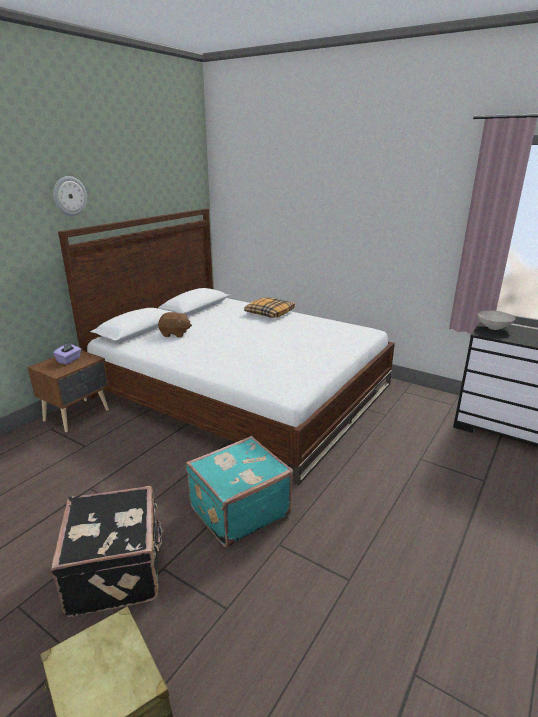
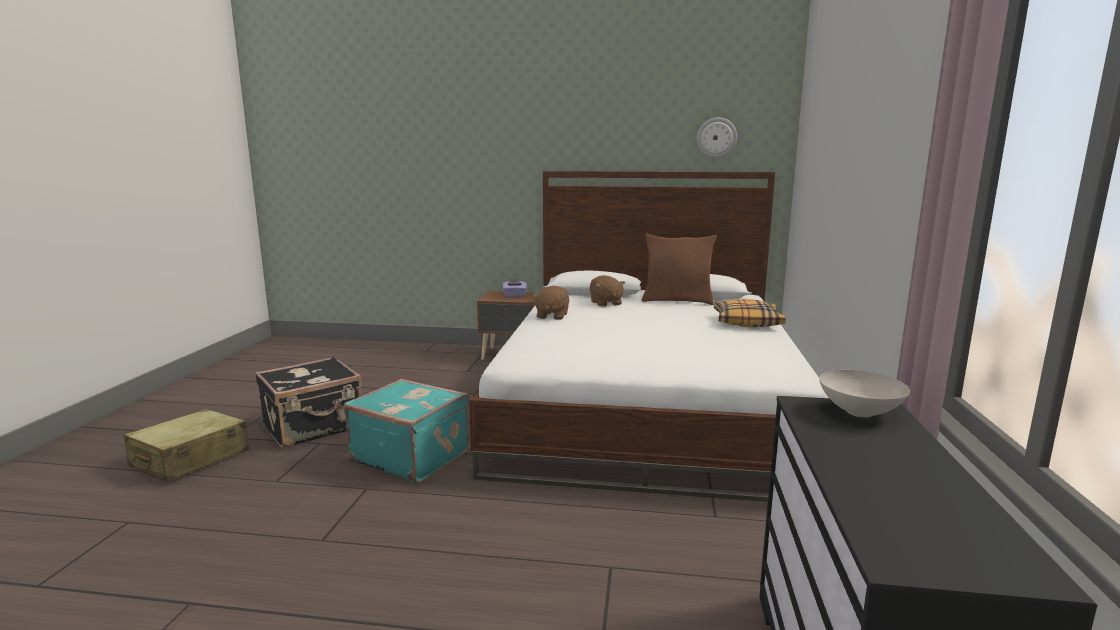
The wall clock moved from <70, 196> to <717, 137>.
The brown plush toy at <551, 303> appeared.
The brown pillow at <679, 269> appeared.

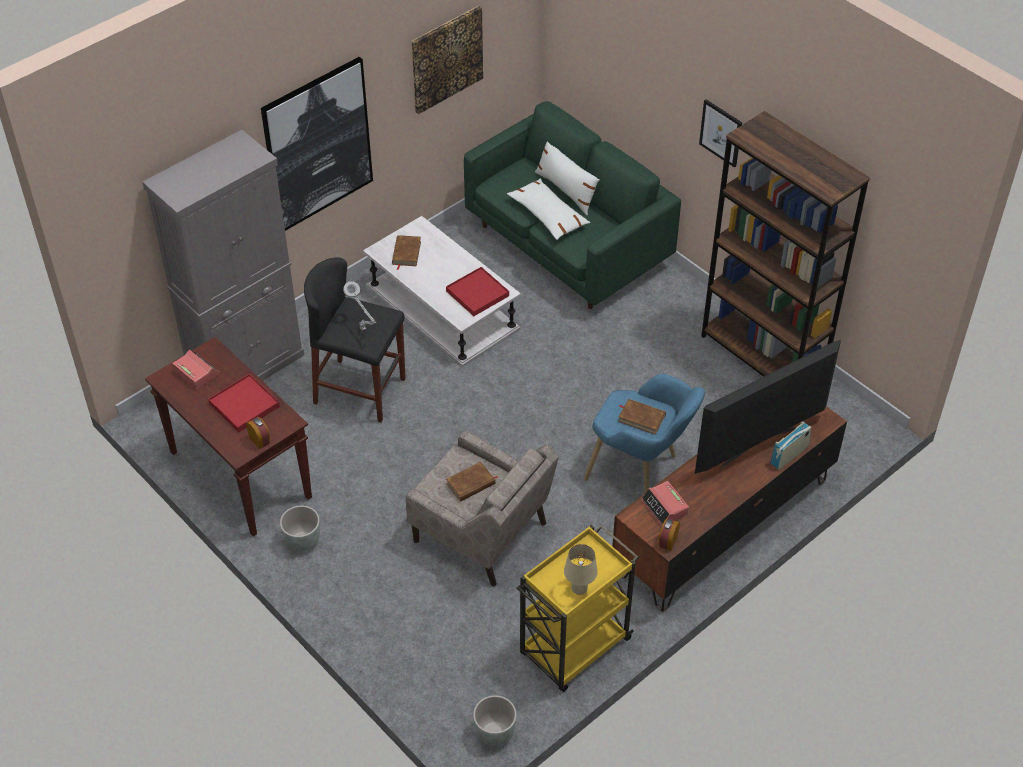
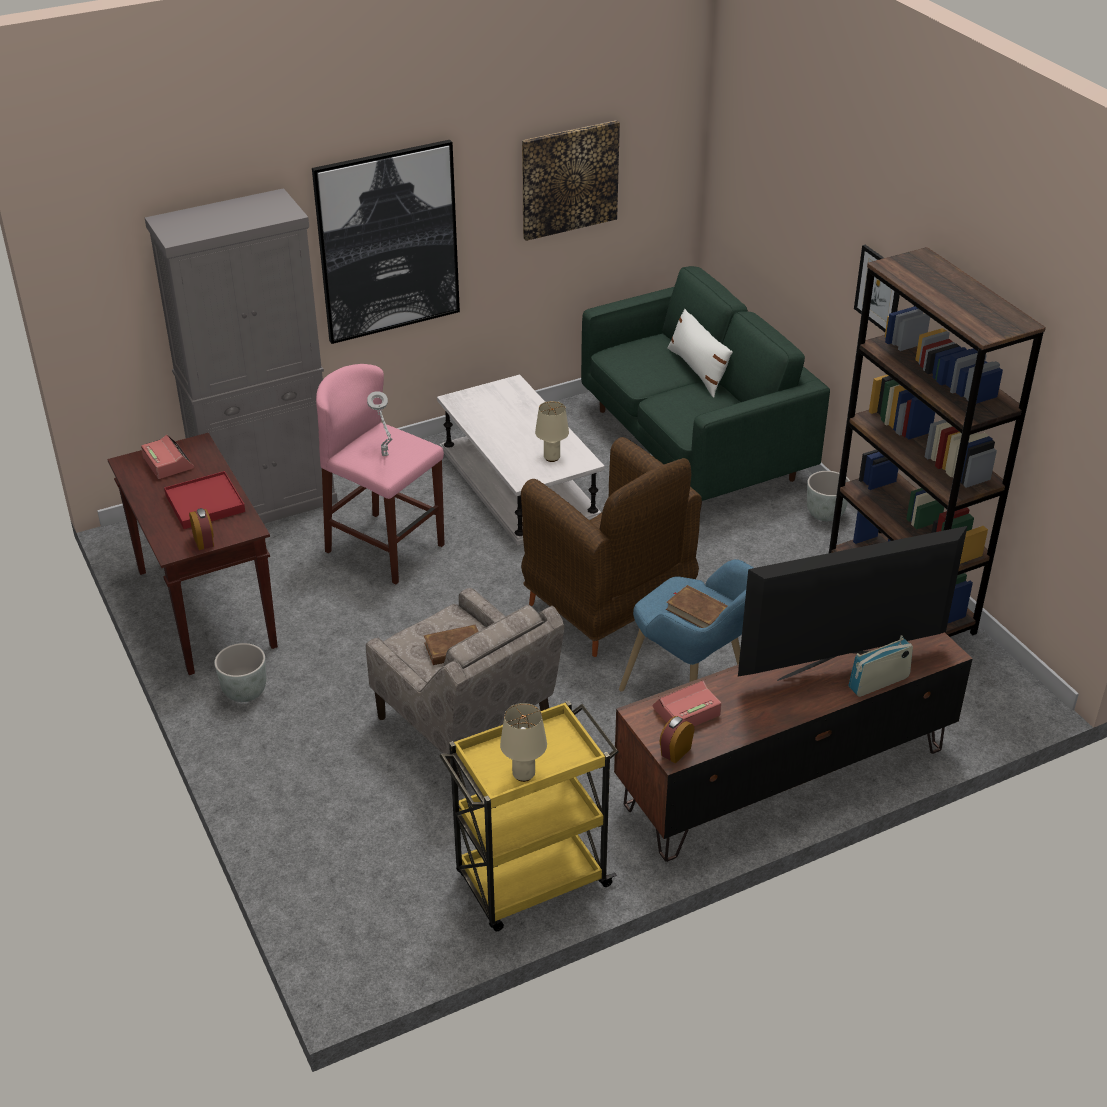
The black stool at <355, 340> became the pink stool at <380, 474>.
The brown book at <406, 252> disappeared.
The red tray at <477, 291> was replaced by the beige table lamp at <552, 431>.
The grey planter moved from <495, 720> to <828, 496>.
The white pillow at <549, 209> disappeared.
The alarm clock at <665, 503> turned 75 degrees clockwise.
The brown armchair at <611, 547> appeared.

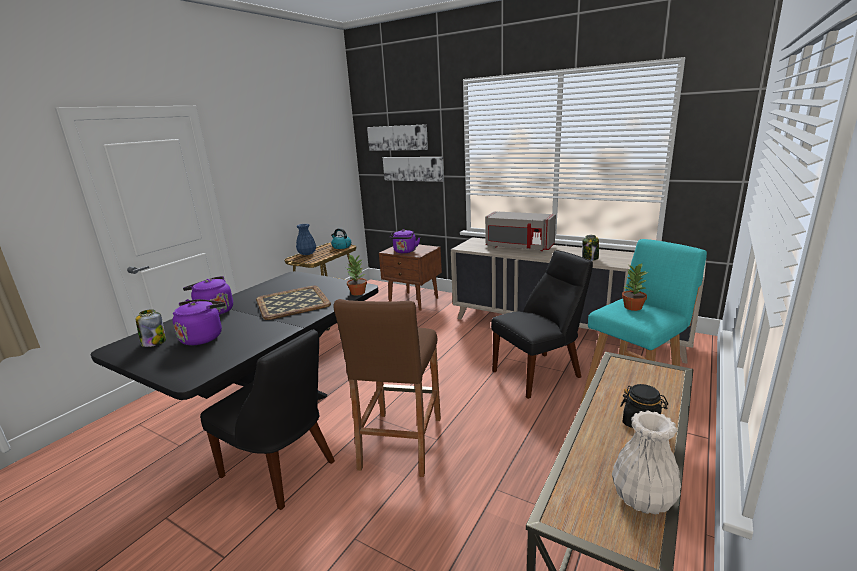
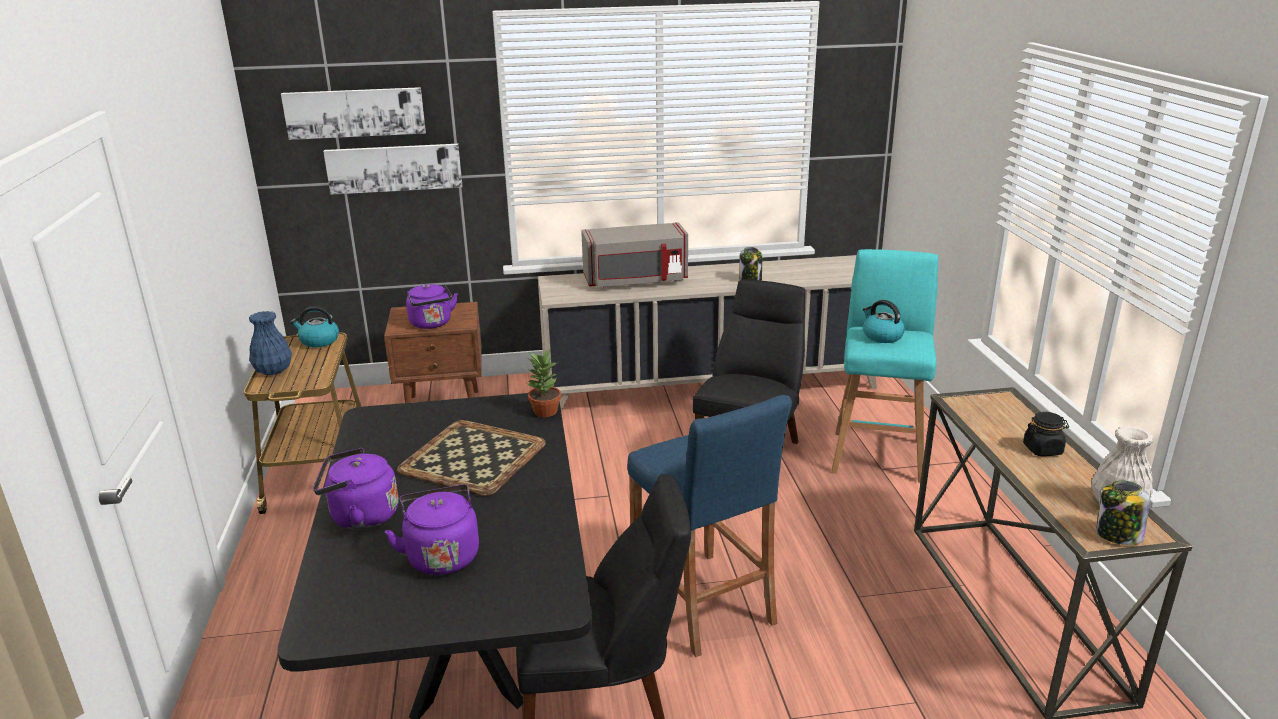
The jar moved from <151, 328> to <1123, 513>.
The brown stool at <387, 388> became the blue stool at <709, 526>.
The potted plant at <635, 287> was replaced by the kettle at <884, 321>.

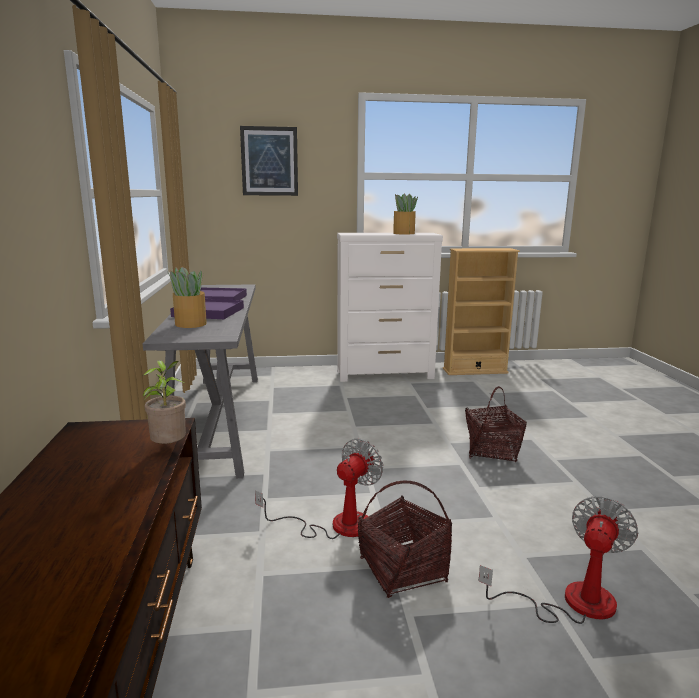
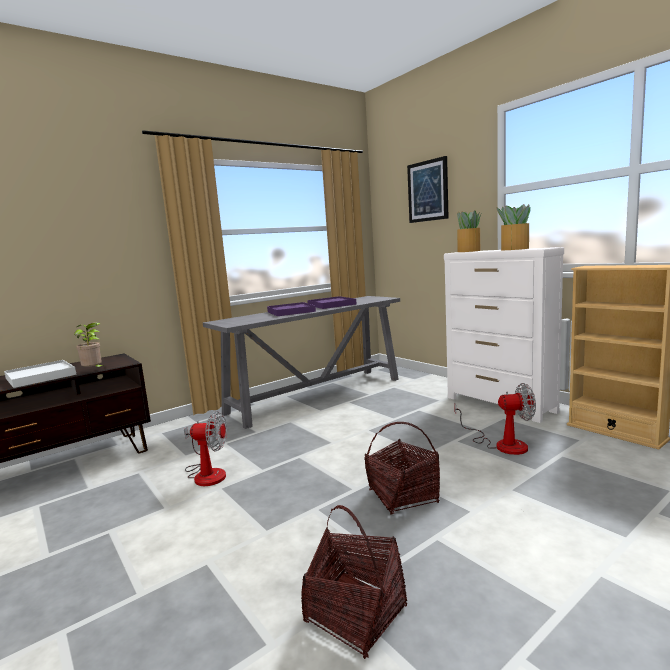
The potted plant moved from <187, 297> to <469, 231>.
The basket moved from <405, 539> to <354, 582>.
The fan moved from <558, 560> to <495, 419>.
The white tray at <40, 374> appeared.

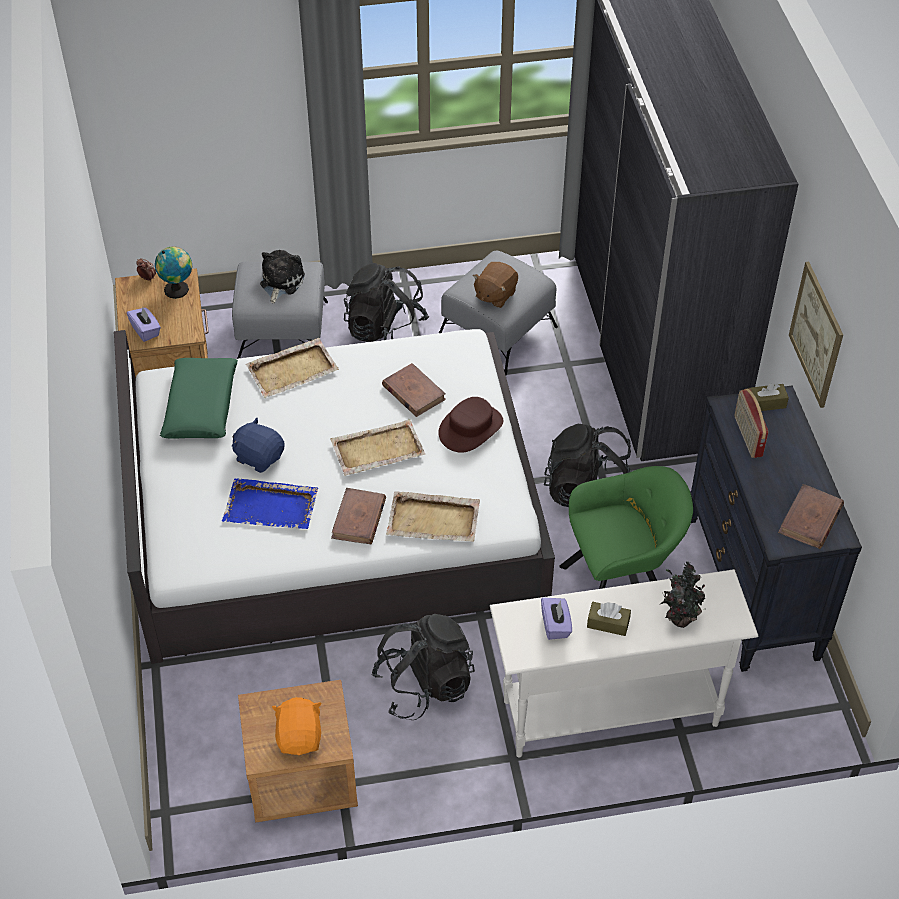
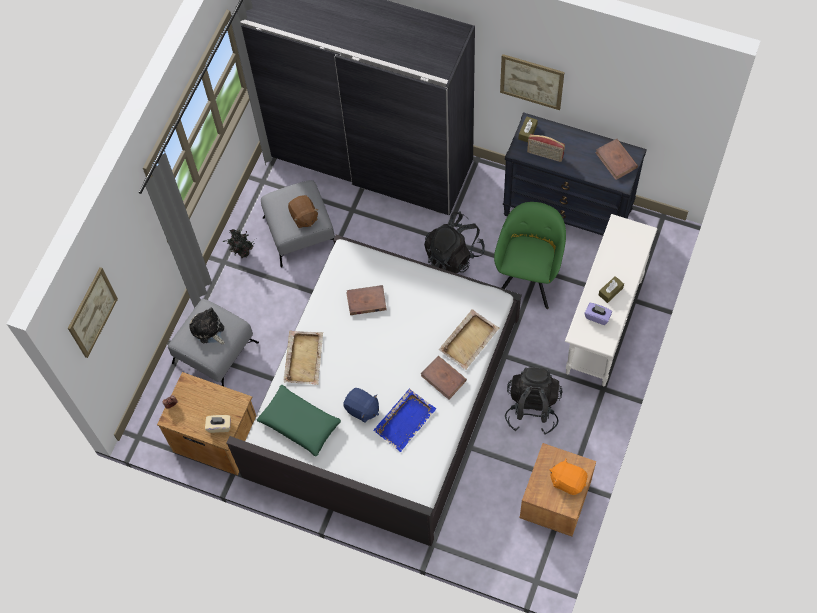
The purple tissue box at <144, 324> became the beige tissue box at <218, 424>.
The globe at <173, 272> disappeared.
The blue plush toy at <258, 445> turned 120 degrees counterclockwise.
The beige tray at <377, 447> disappeared.
The black backpack at <386, 302> disappeared.
The brown hat at <470, 425> disappeared.
The potted plant moved from <682, 594> to <239, 243>.
The picture at <93, 312> appeared.

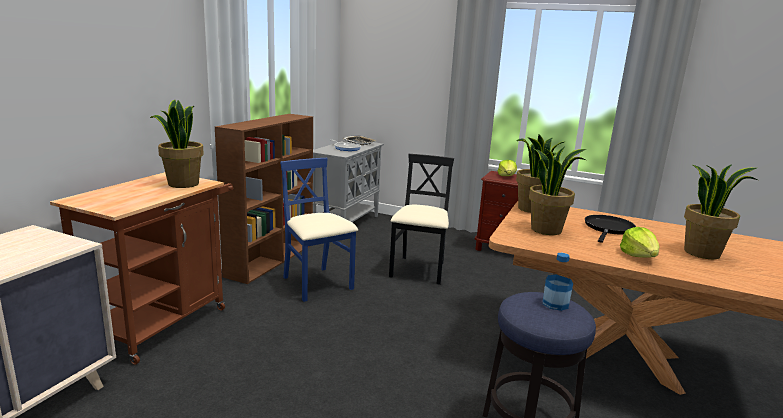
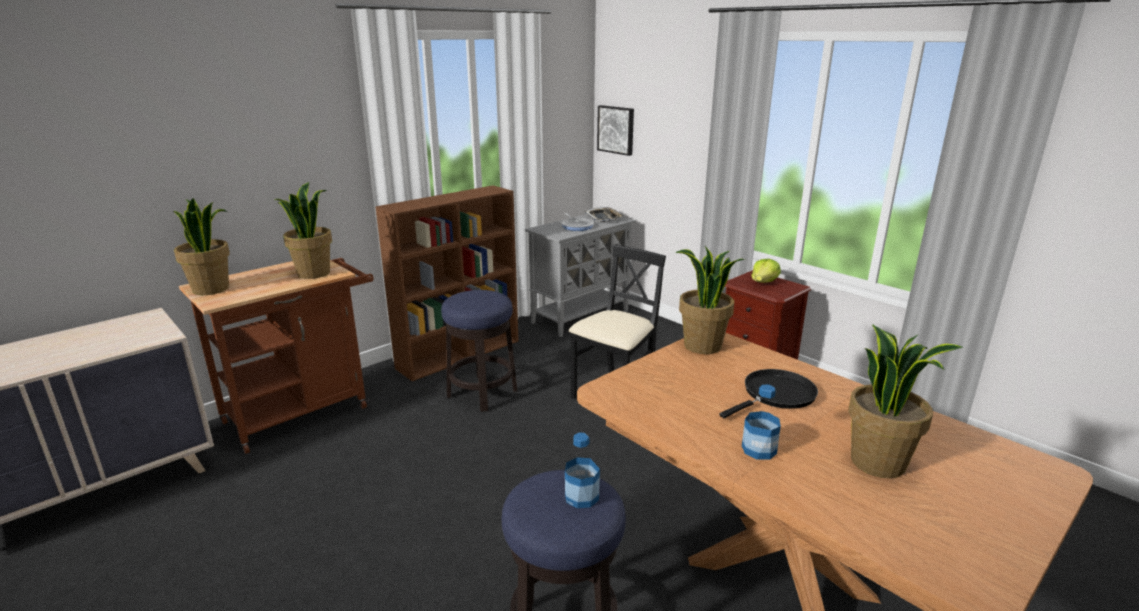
The blue chair at <319, 230> was replaced by the stool at <479, 351>.
The potted plant moved from <557, 191> to <202, 246>.
The lettuce at <639, 242> was replaced by the bottle at <761, 421>.
The picture at <615, 130> appeared.

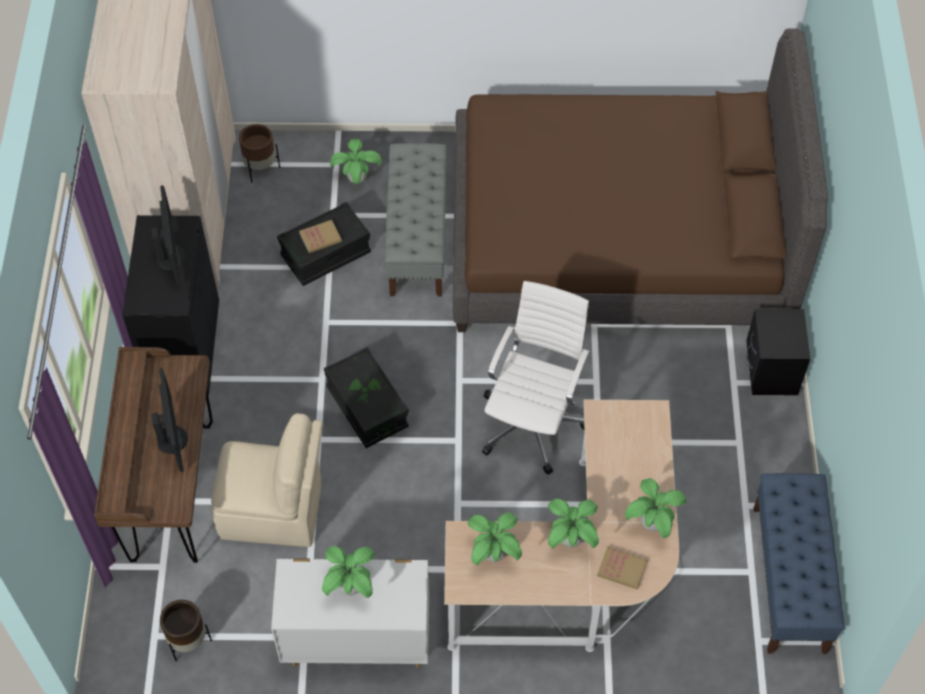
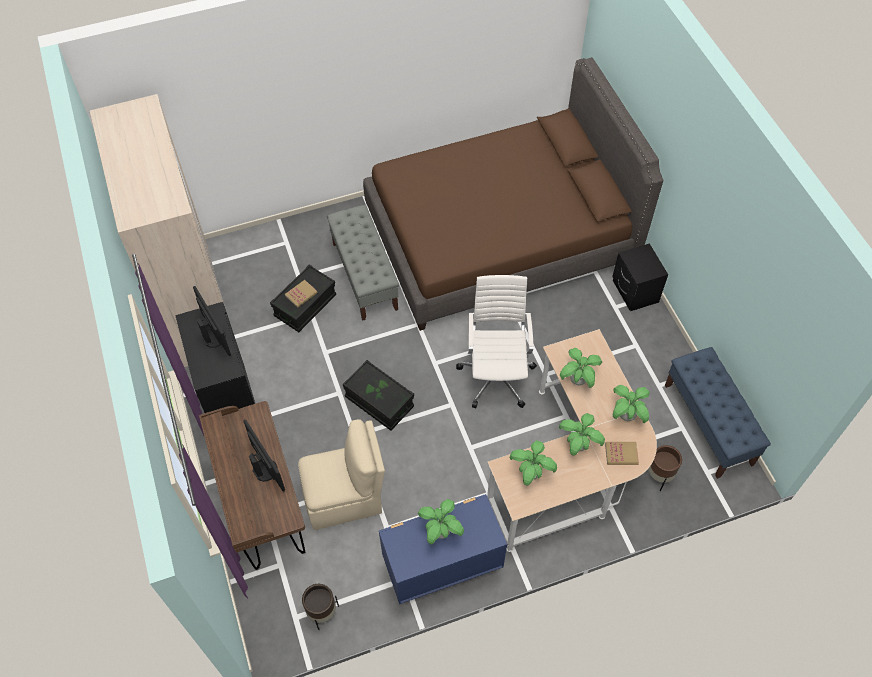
The brown planter moved from <259, 153> to <665, 468>.
The white dresser at <350, 612> became the blue dresser at <443, 549>.
The potted plant moved from <356, 161> to <581, 368>.

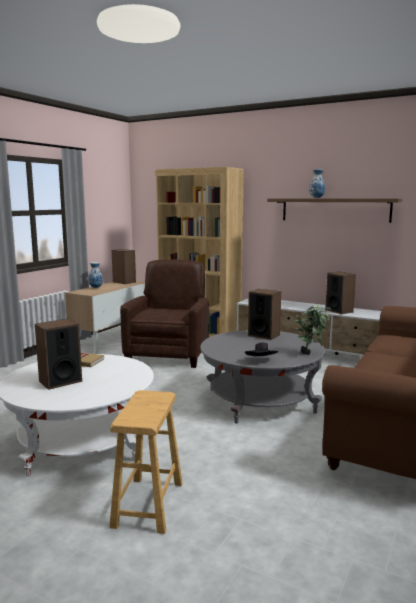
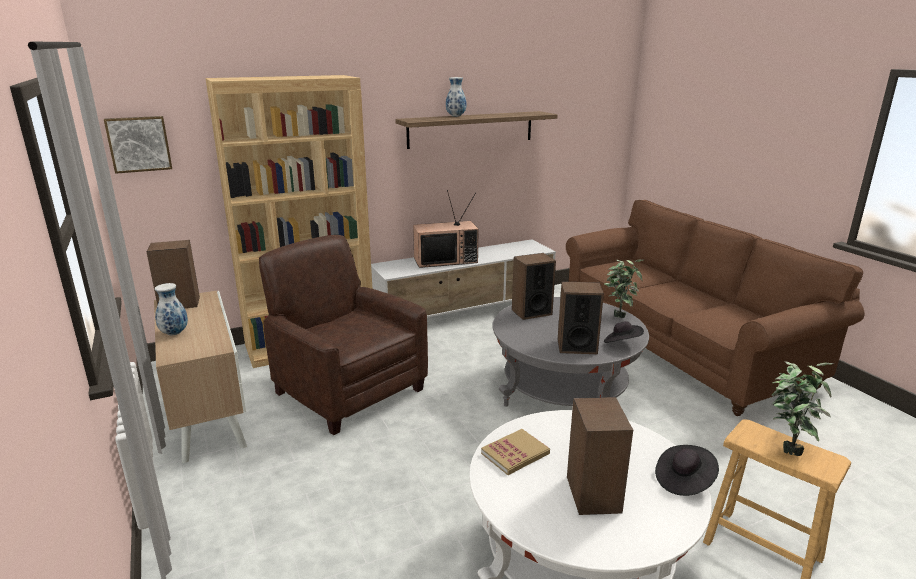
The speaker moved from <340, 293> to <581, 317>.
The picture at <138, 145> appeared.
The television at <445, 229> appeared.
The black hat at <687, 470> appeared.
The potted plant at <802, 408> appeared.

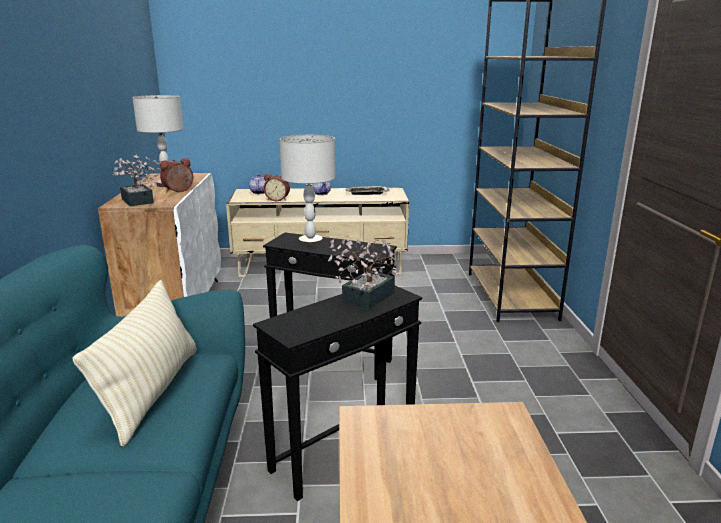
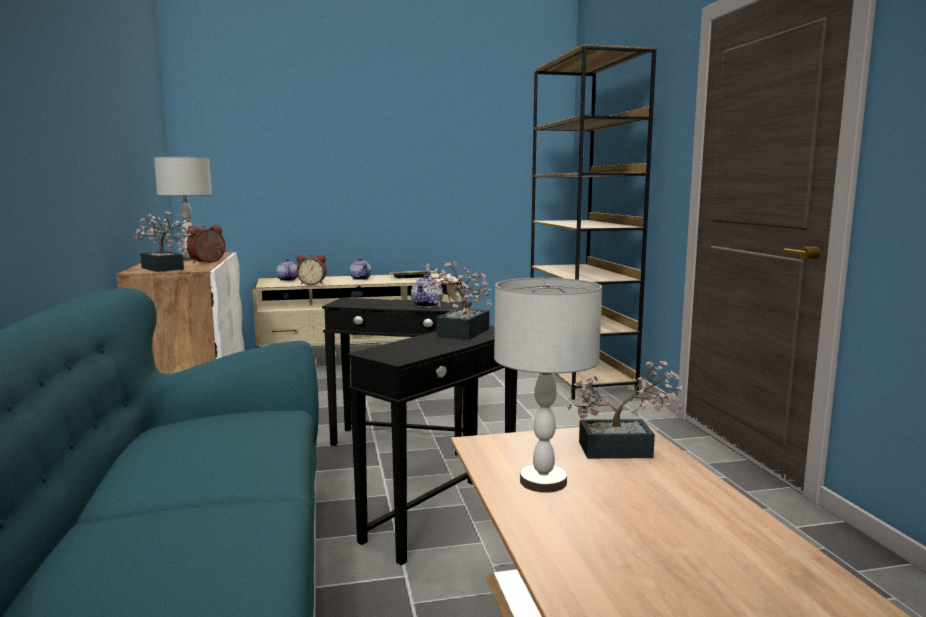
The beige pillow at <134, 363> disappeared.
The grey table lamp moved from <308, 191> to <548, 385>.
The teapot at <427, 291> appeared.
The potted plant at <623, 410> appeared.

